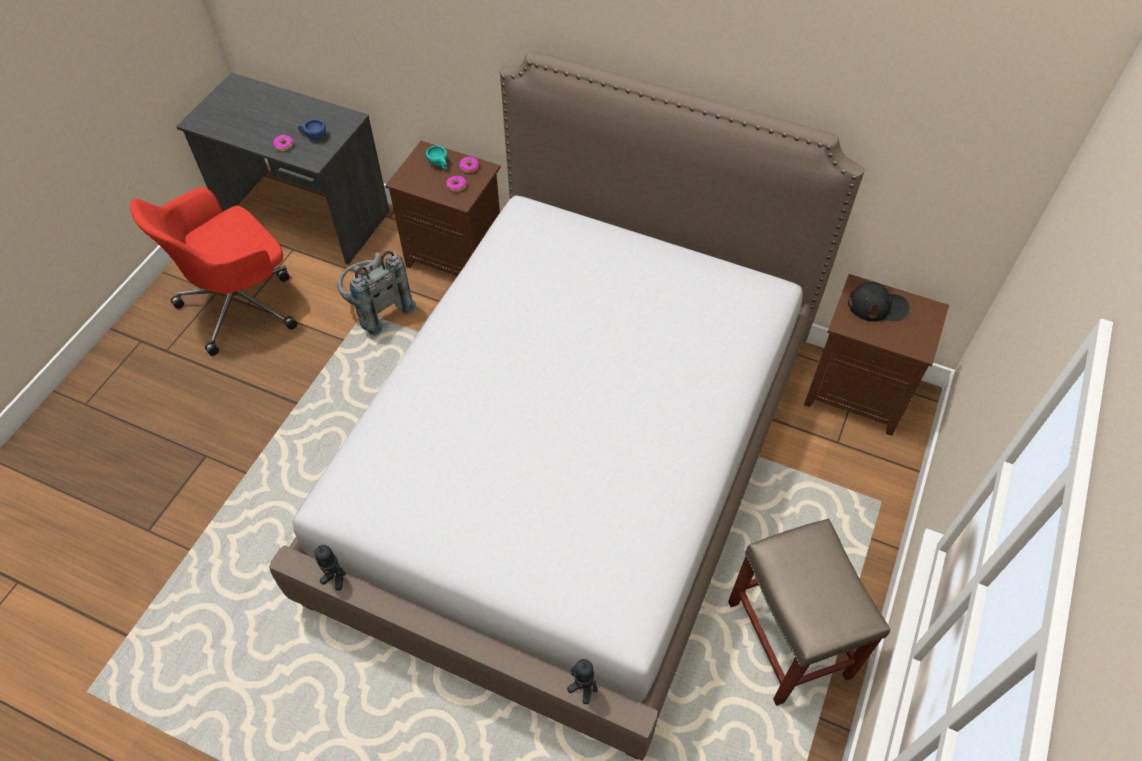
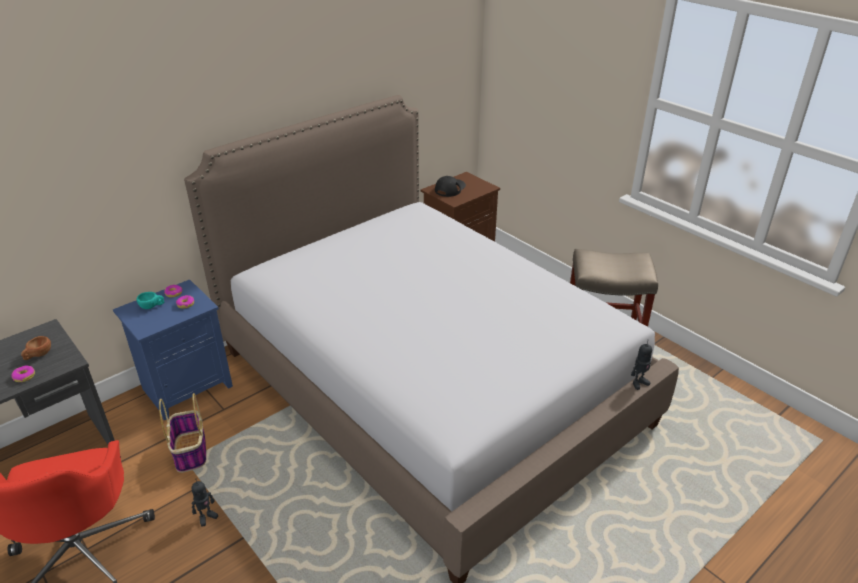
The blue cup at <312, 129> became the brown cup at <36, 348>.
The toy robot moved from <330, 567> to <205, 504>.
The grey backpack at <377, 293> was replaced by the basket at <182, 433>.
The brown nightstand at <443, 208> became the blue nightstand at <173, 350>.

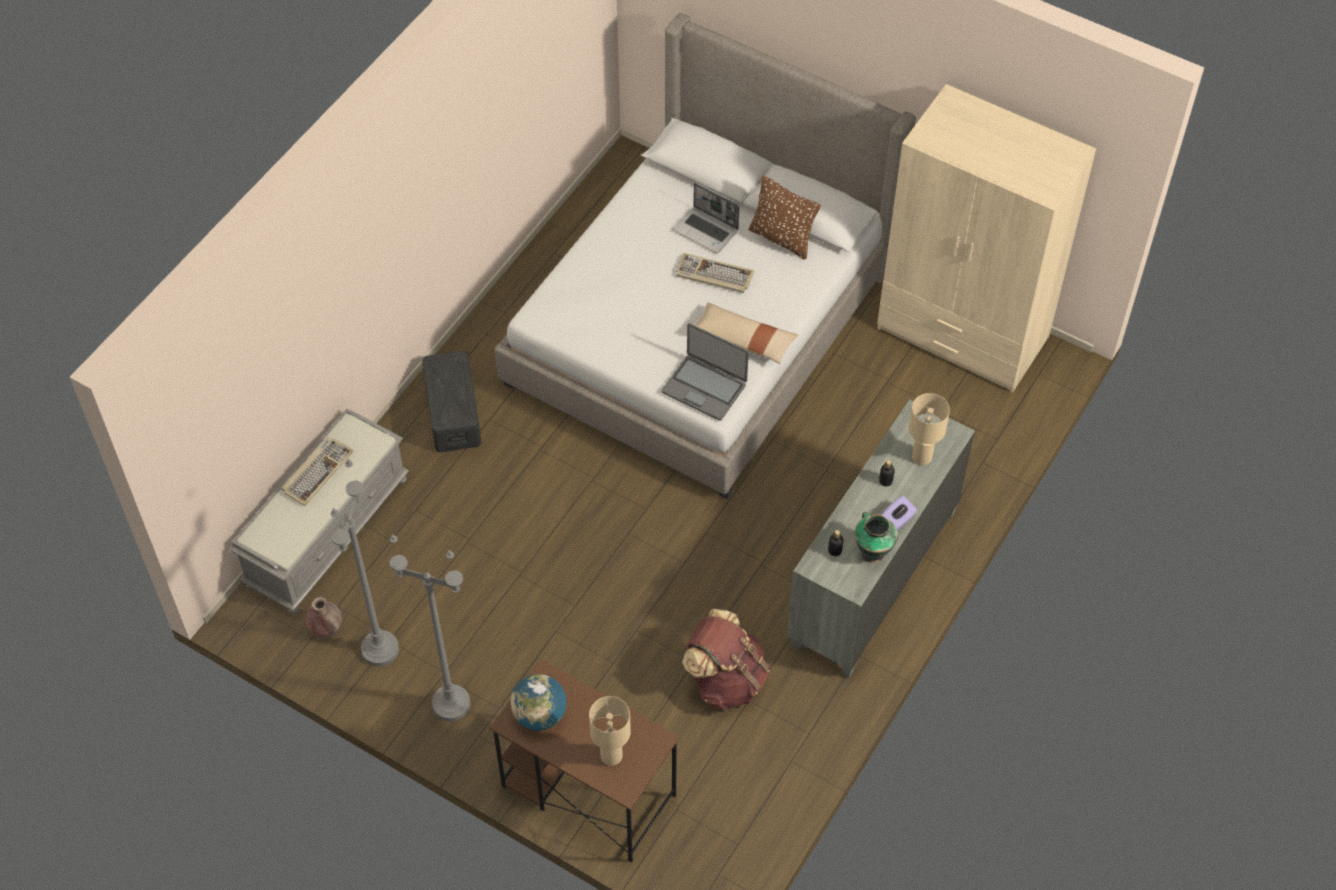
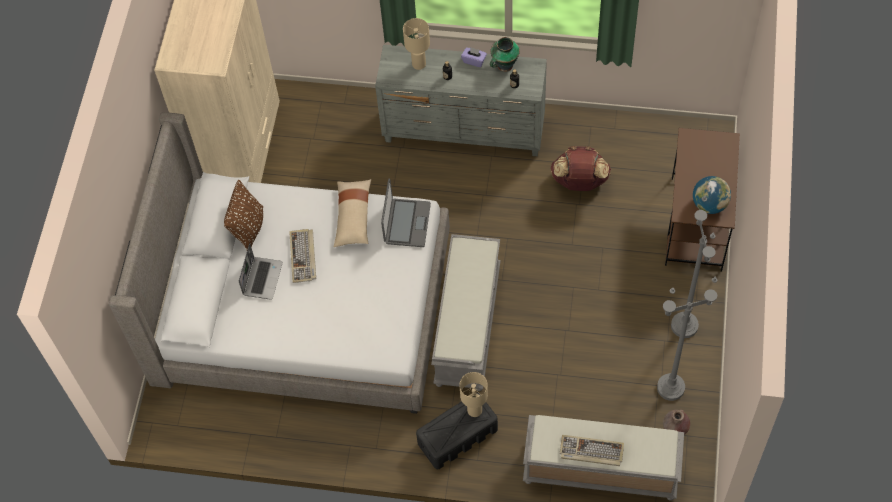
The beige table lamp moved from <610, 731> to <473, 394>.
The grey bench at <466, 312> appeared.

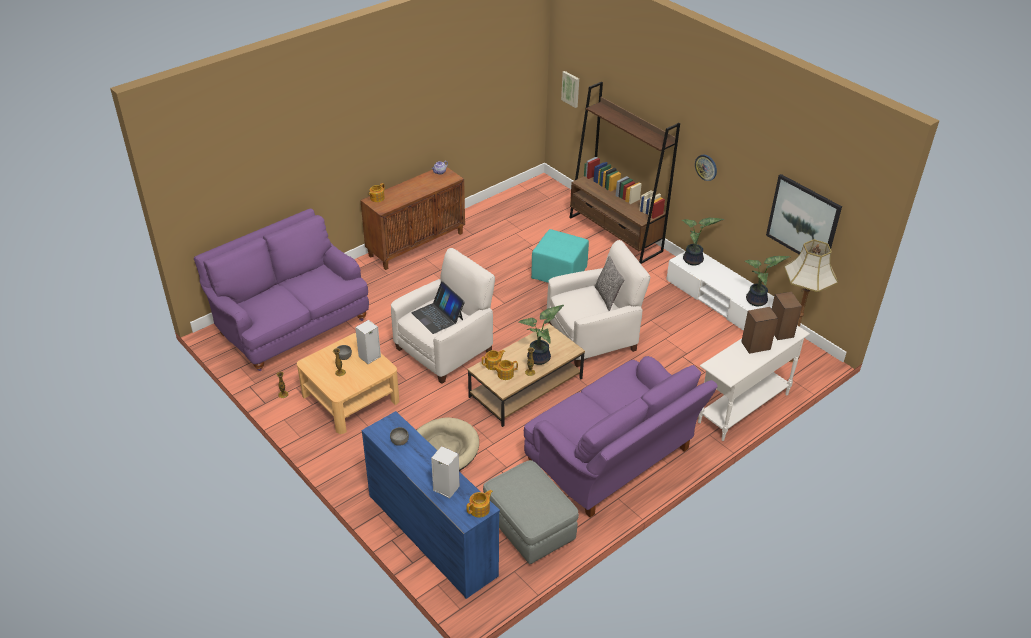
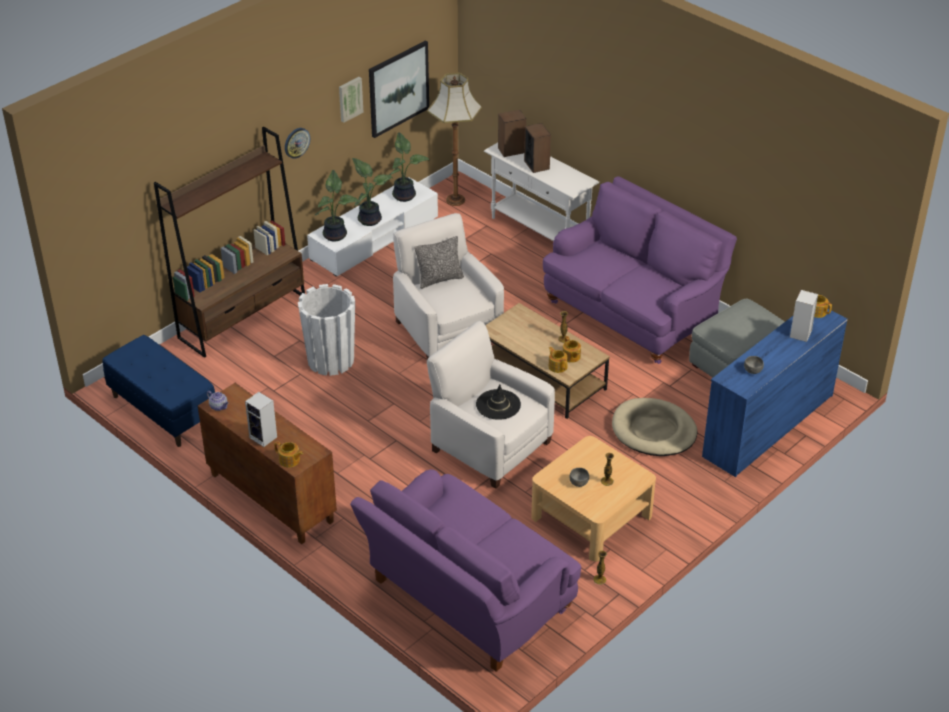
The speaker moved from <368, 342> to <261, 419>.
The laptop at <438, 307> was replaced by the black hat at <498, 402>.
The potted plant moved from <541, 335> to <372, 192>.
The turquoise ottoman at <560, 256> was replaced by the white planter at <326, 330>.
The picture moved from <570, 89> to <351, 100>.
The blue bench at <158, 391> appeared.

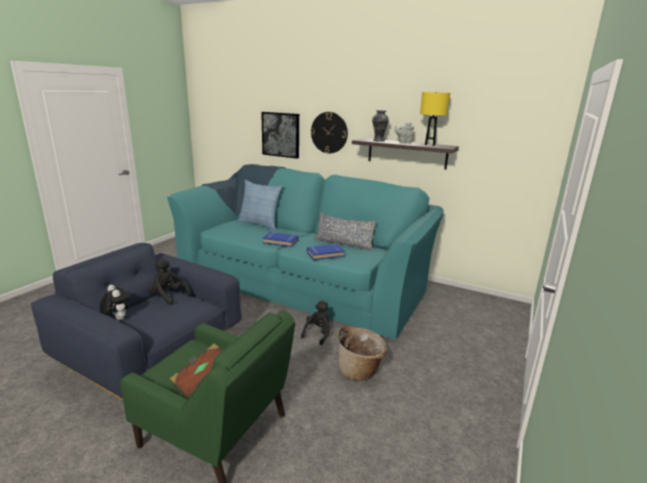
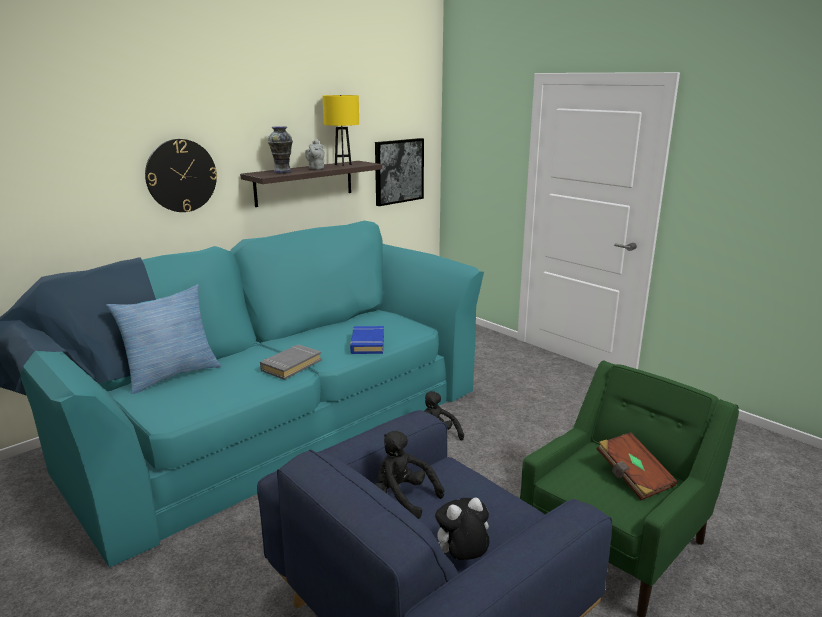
The black plush toy at <169, 282> turned 75 degrees clockwise.
The picture moved from <280, 135> to <399, 172>.
The blue book at <280, 239> became the grey book at <291, 362>.
The pillow at <345, 231> disappeared.
The basket at <362, 354> disappeared.

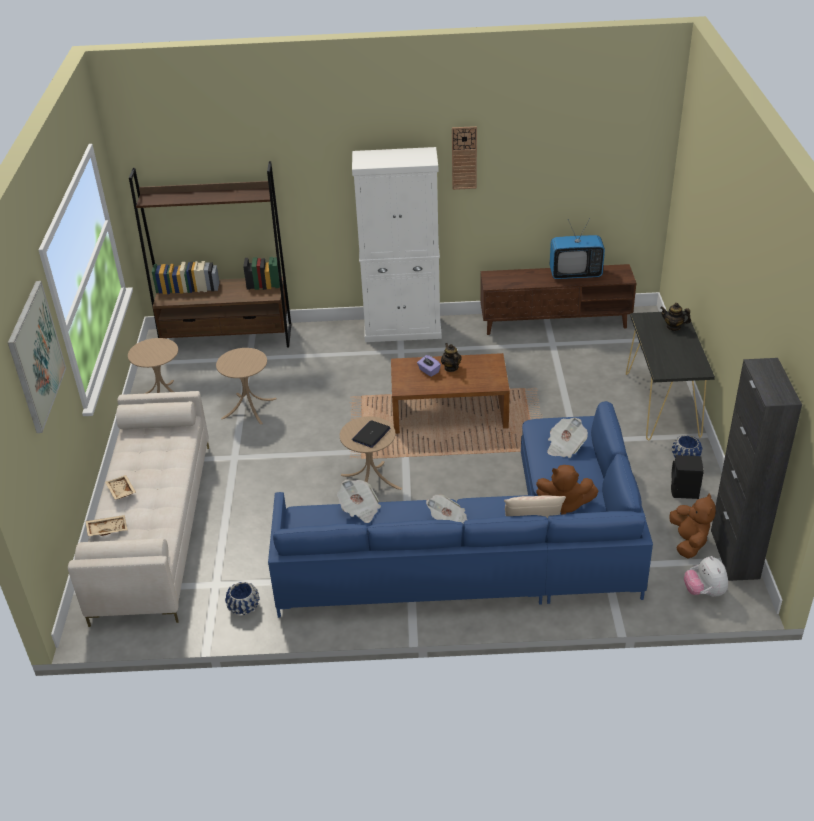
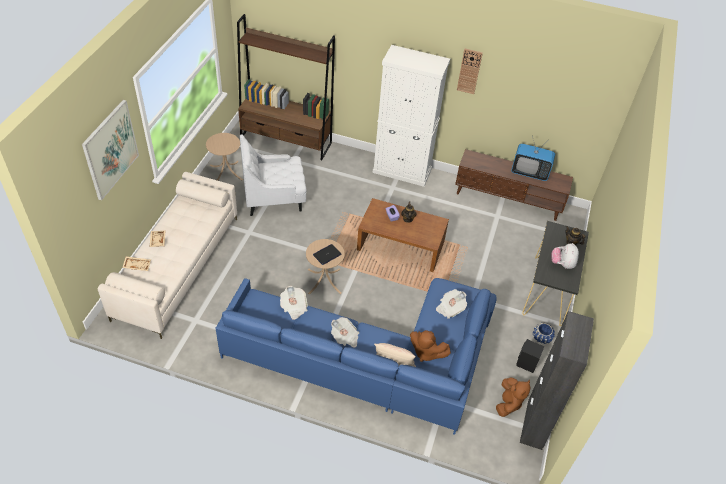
The beige side table at <246, 386> was replaced by the white armchair at <273, 175>.
The blue planter at <242, 598> disappeared.
The plush toy moved from <706, 576> to <565, 256>.

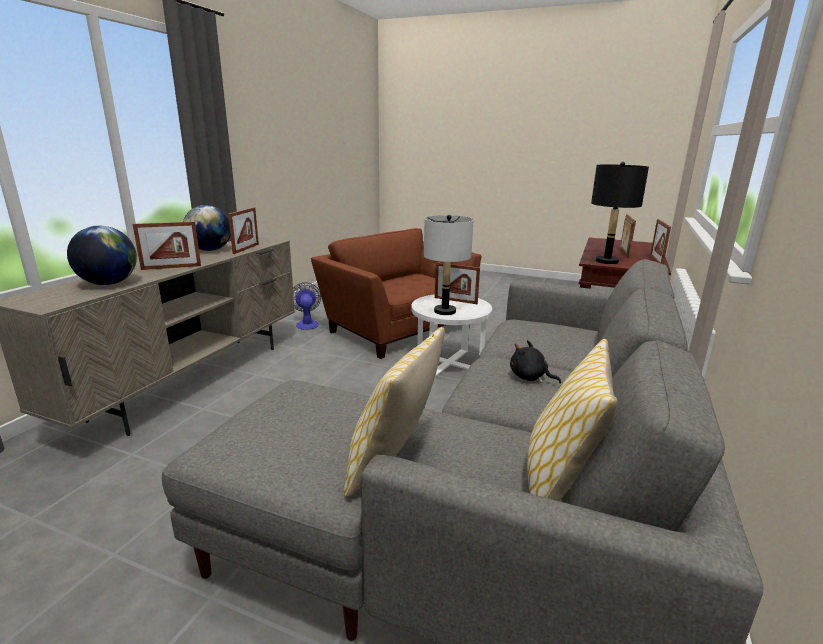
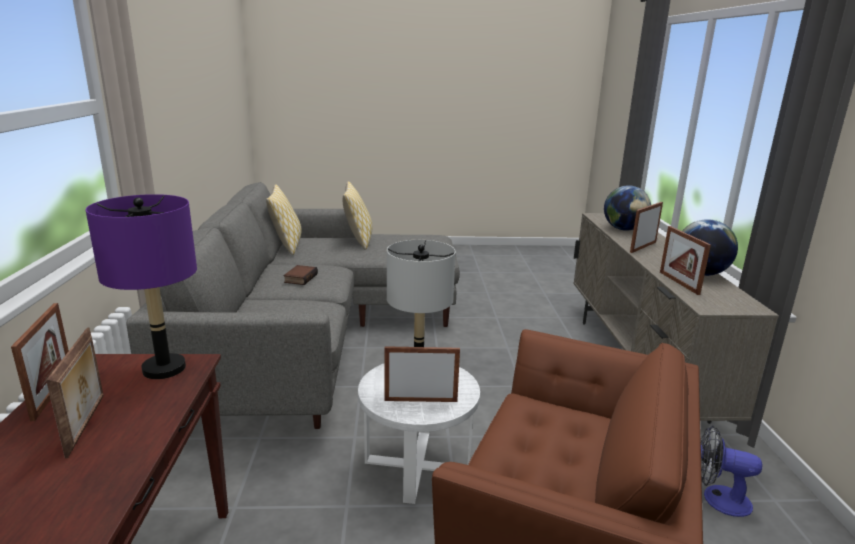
The fan at <307, 306> turned 150 degrees clockwise.
The black plush toy at <535, 362> was replaced by the book at <300, 275>.
The black table lamp at <620, 213> became the purple table lamp at <141, 286>.

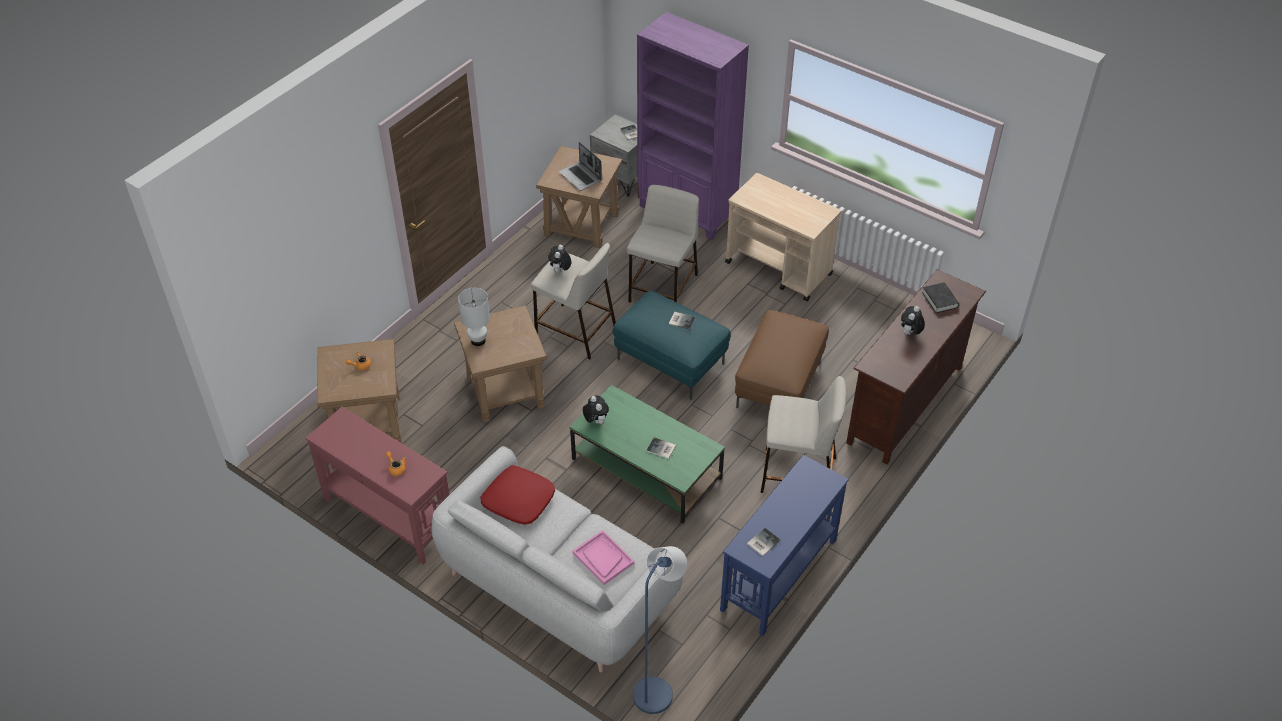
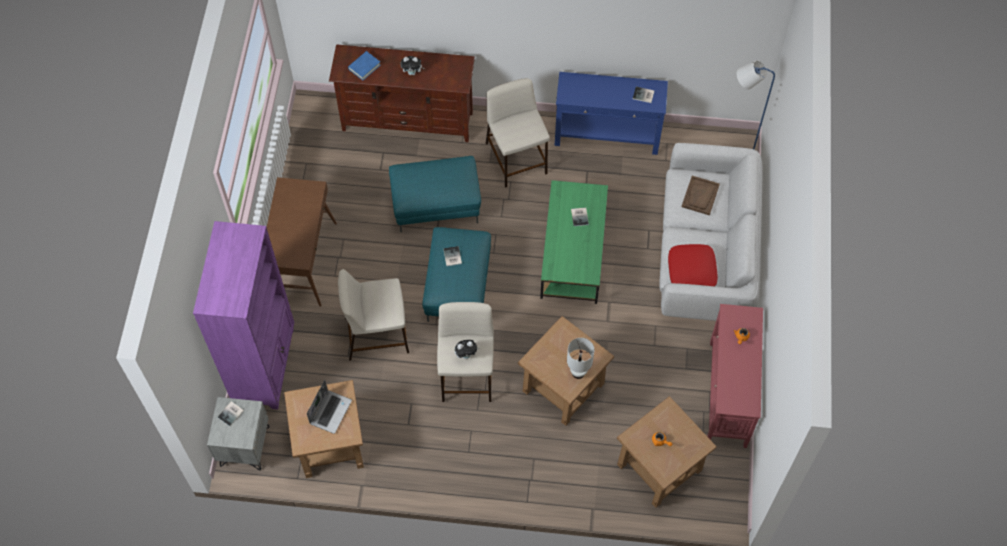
The pink tray at <603, 557> became the brown tray at <700, 195>.
The plush toy at <596, 409> disappeared.
The beige cart at <783, 237> was replaced by the brown console table at <302, 242>.
The brown ottoman at <782, 359> became the turquoise ottoman at <435, 194>.
The black book at <940, 297> became the blue book at <364, 66>.

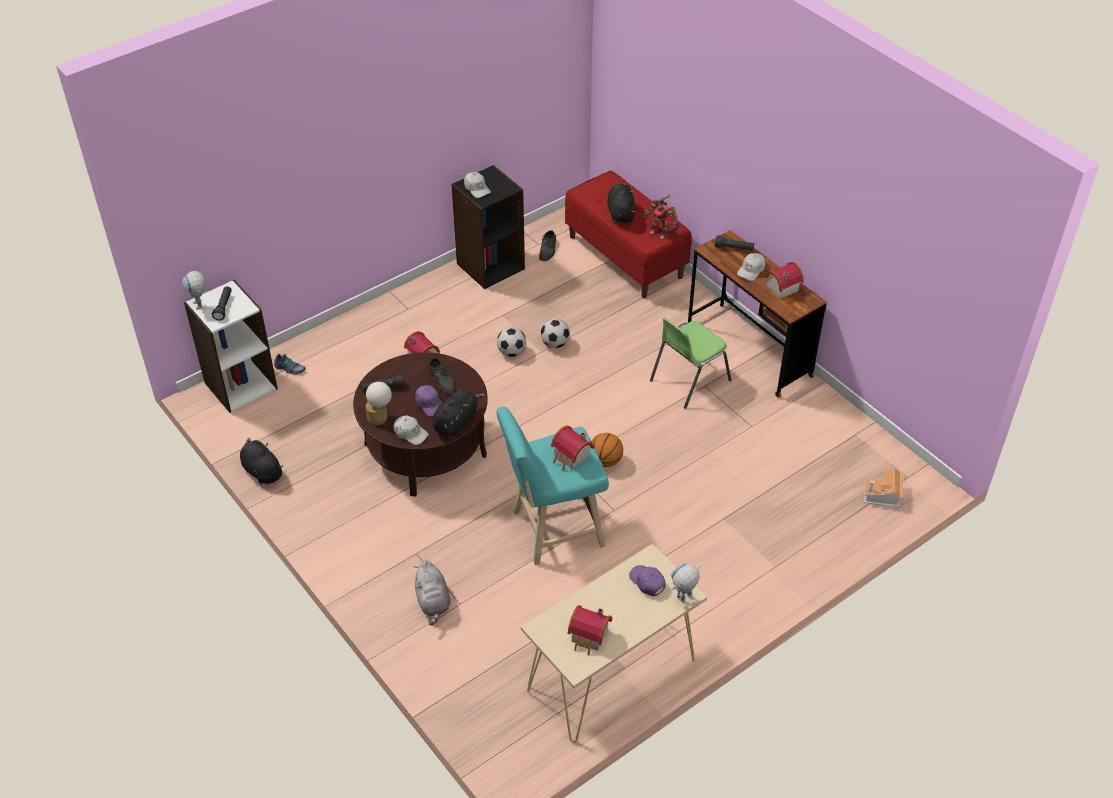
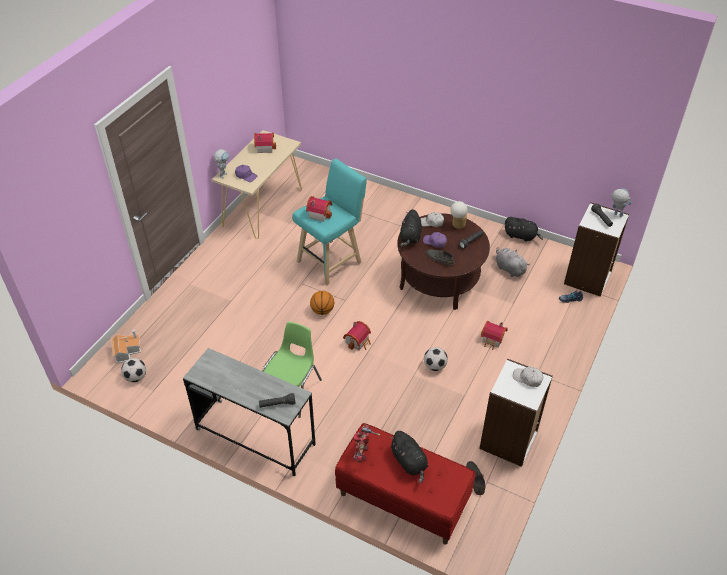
The grey plush toy moved from <432, 593> to <512, 262>.
The black bookcase at <488, 227> became the white bookcase at <516, 413>.
The football moved from <555, 333> to <133, 370>.
The toy robot at <661, 217> turned 90 degrees counterclockwise.
The brown desk at <757, 314> became the grey desk at <249, 412>.
The white cap at <751, 267> disappeared.
The toy house moved from <784, 280> to <357, 335>.

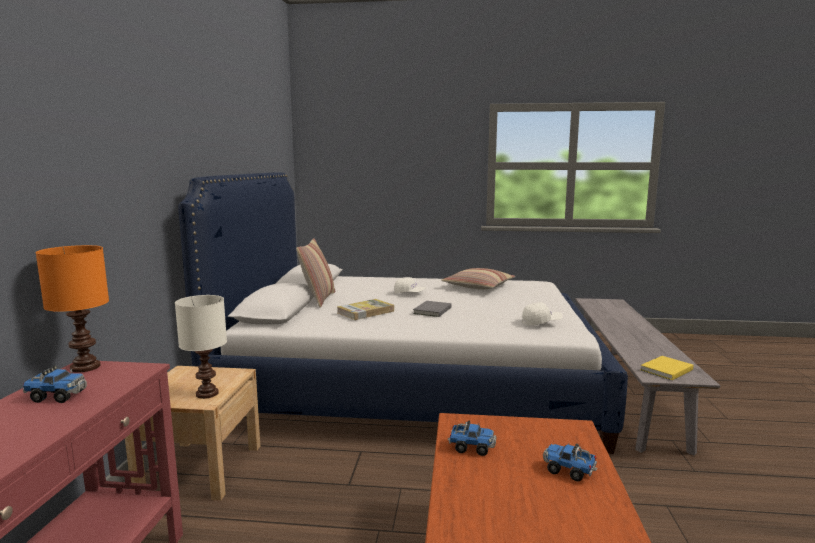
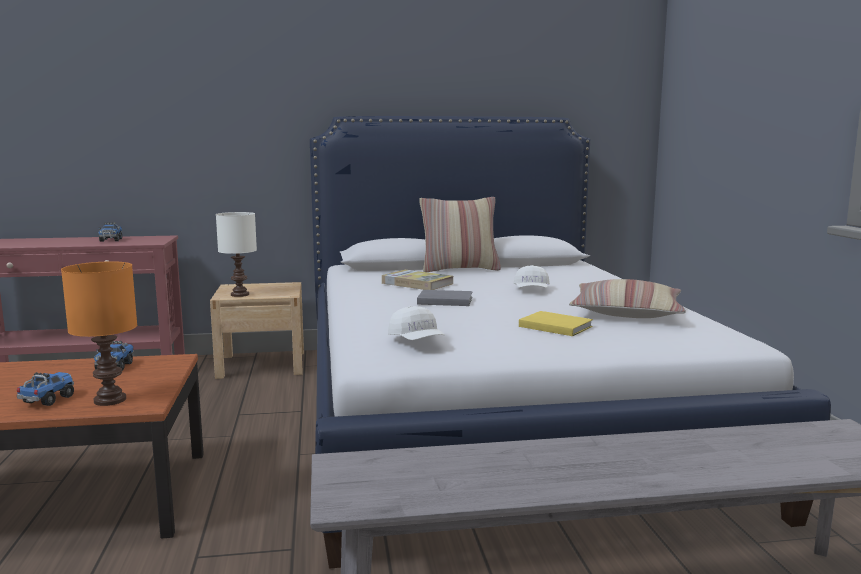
The orange table lamp moved from <72, 309> to <99, 333>.
The yellow book moved from <666, 368> to <556, 323>.

